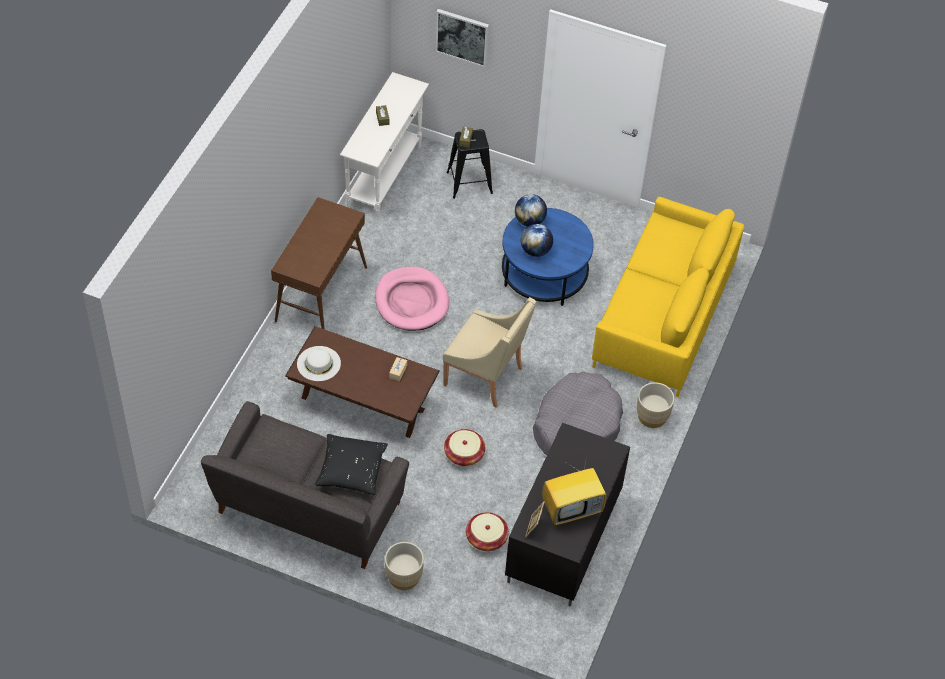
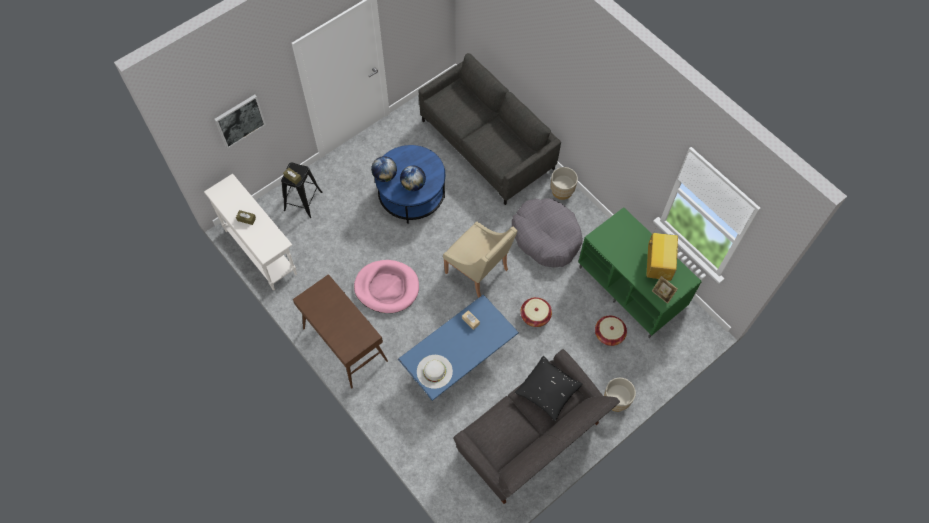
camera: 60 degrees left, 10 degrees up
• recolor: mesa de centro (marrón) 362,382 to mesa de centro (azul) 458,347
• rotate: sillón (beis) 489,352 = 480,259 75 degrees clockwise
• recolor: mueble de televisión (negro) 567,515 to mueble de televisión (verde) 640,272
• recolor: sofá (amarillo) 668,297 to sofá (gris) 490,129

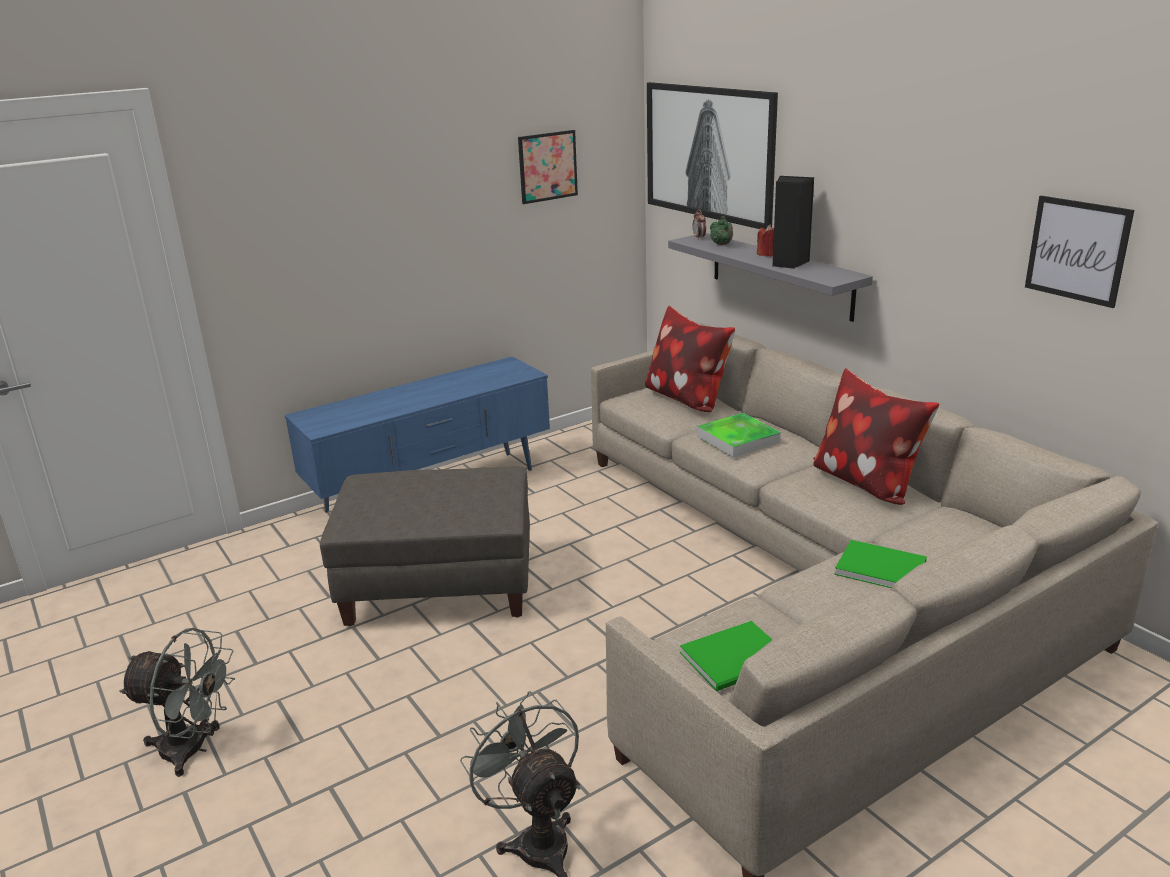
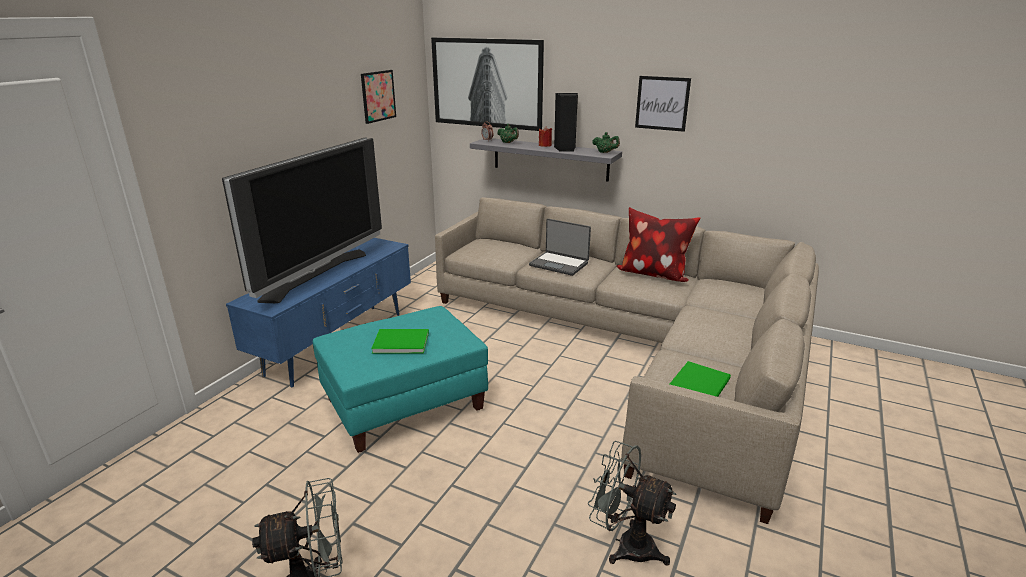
camera: 30 degrees left, 0 degrees up
• recolor: puf (gris) 425,546 to puf (turquesa) 400,379
• delete: cojín 690,359
• replace: bandeja 739,435 to portátil 560,247
• move: libro (verde) 880,564 to 400,341
• move: cuadro 1079,252 to 663,104
• insert: televisor 302,220
• insert: tetera (verde) 606,142

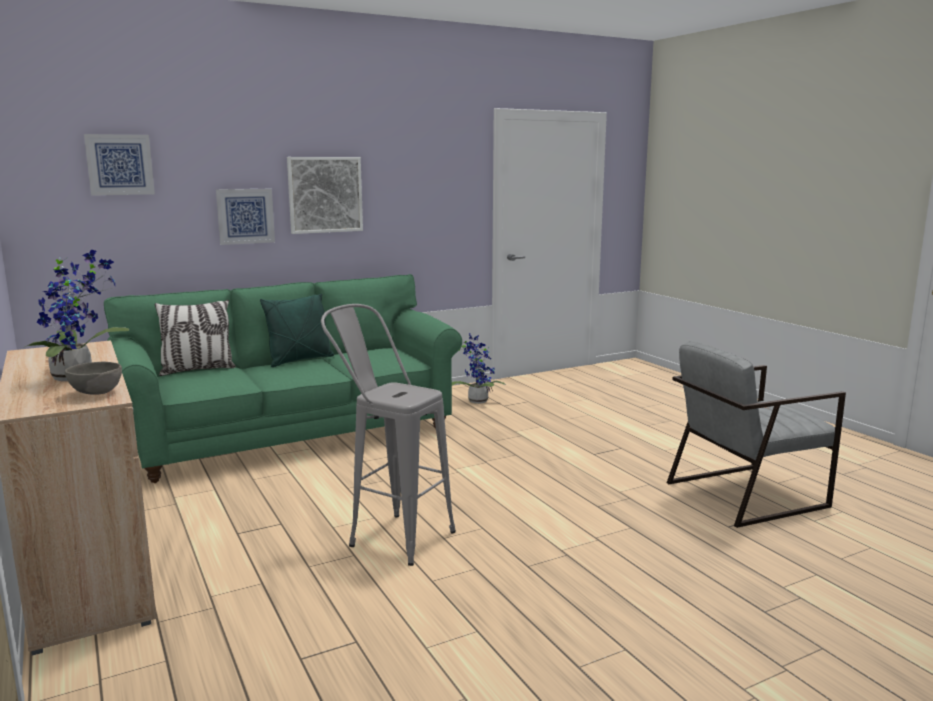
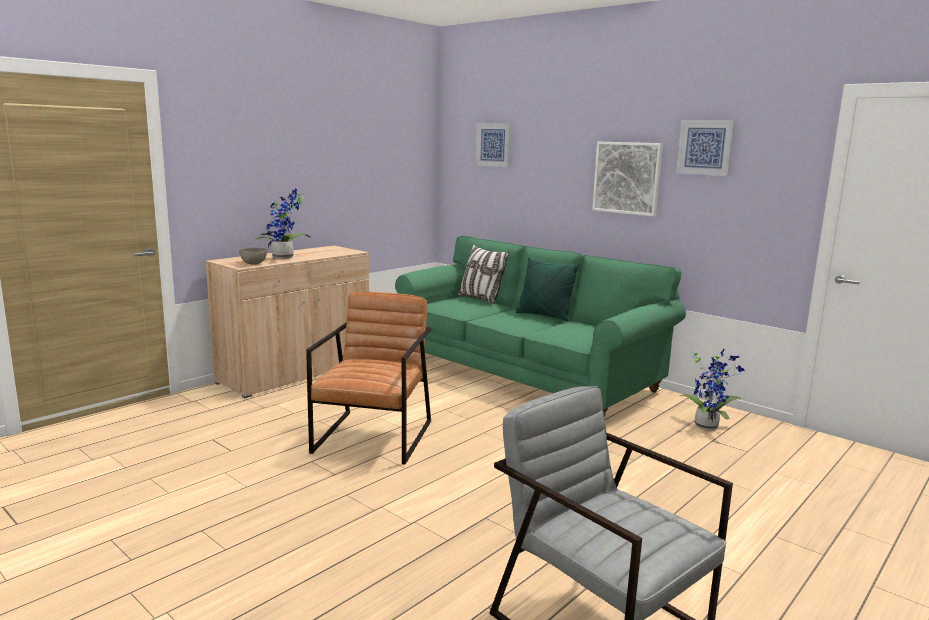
camera: 70 degrees right, 0 degrees up
• move: cuadro 245,217 to 705,148
• replace: taburete (gris) 388,435 to sillón (marrón) 369,378

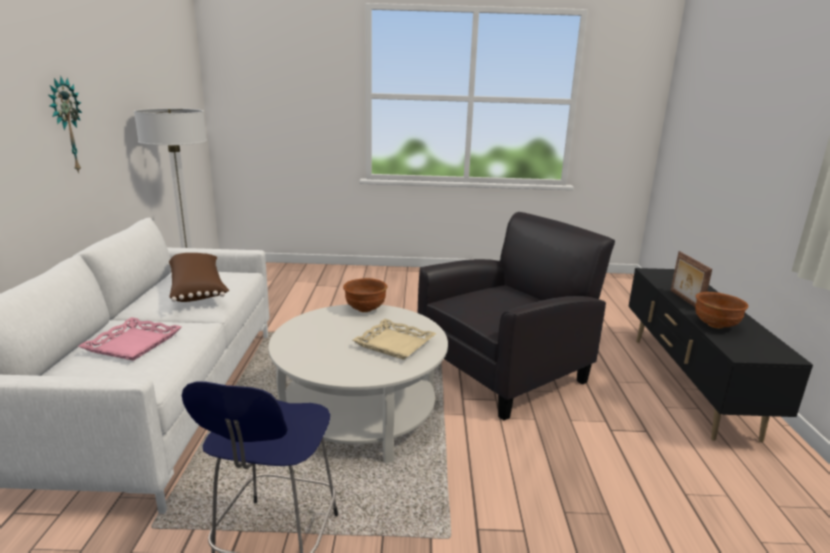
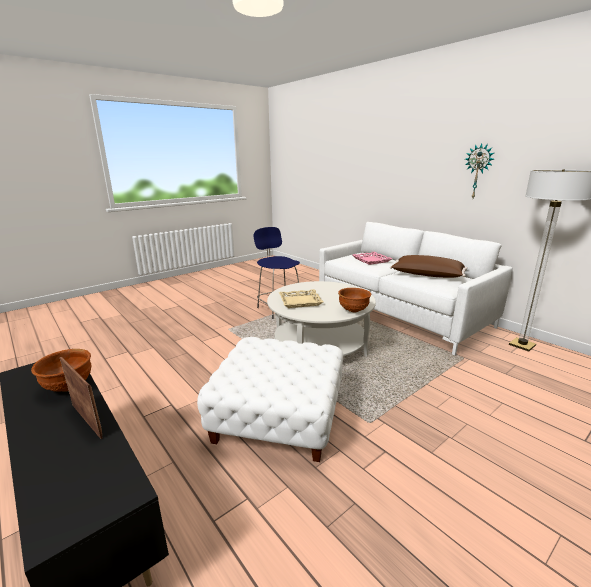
camera: 140 degrees right, 0 degrees up
• replace: sillón (negro) 516,316 to puf (blanco) 270,399

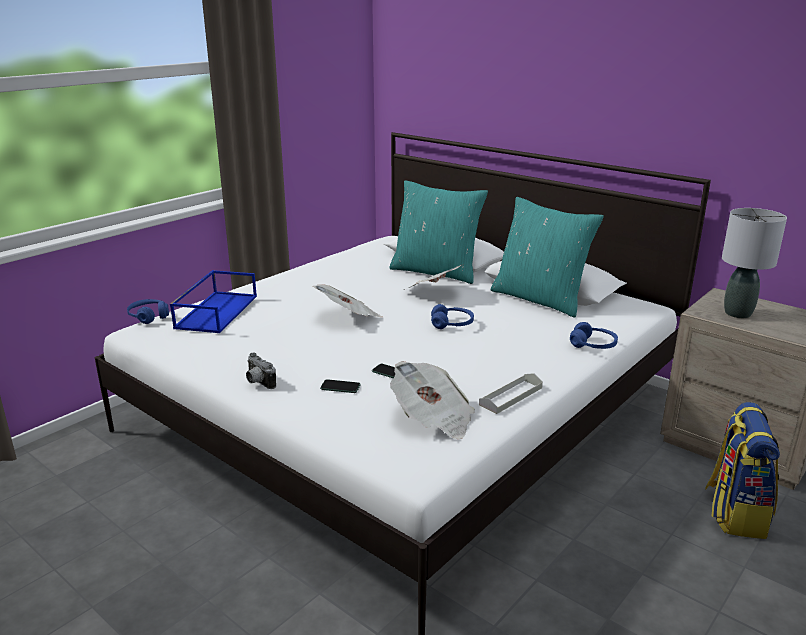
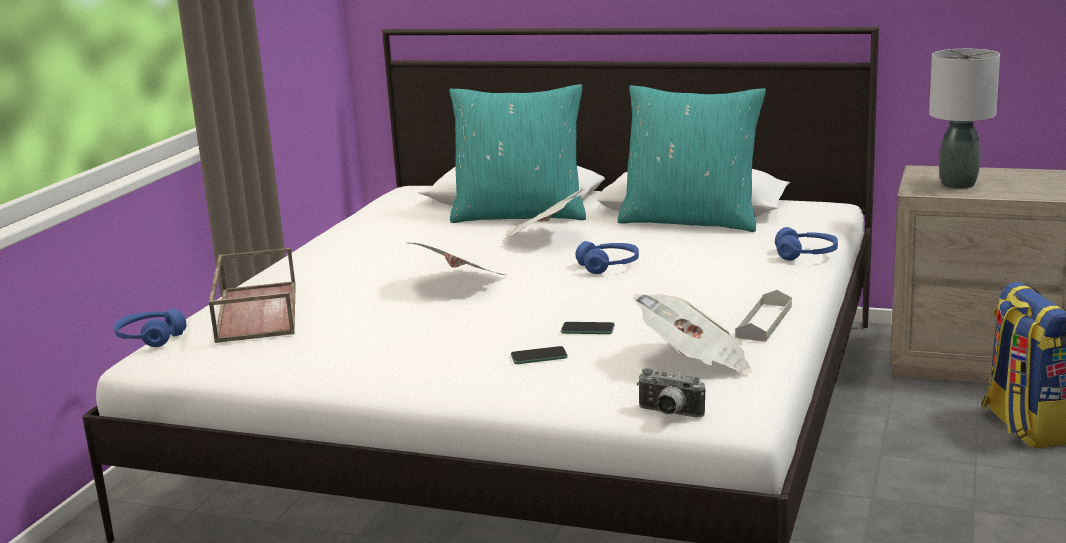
camera: 20 degrees left, 5 degrees down
• recolor: bandeja (azul) 213,301 to bandeja (marrón) 252,295
• move: cámara 261,371 to 671,393

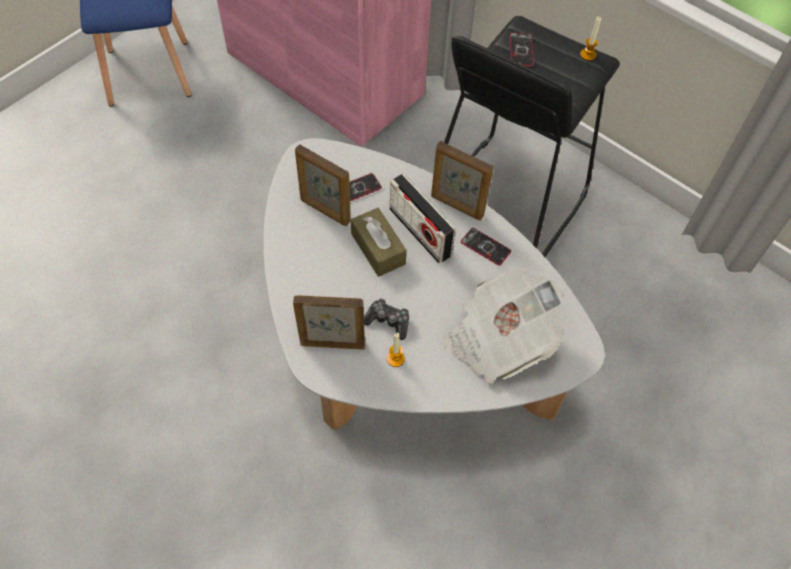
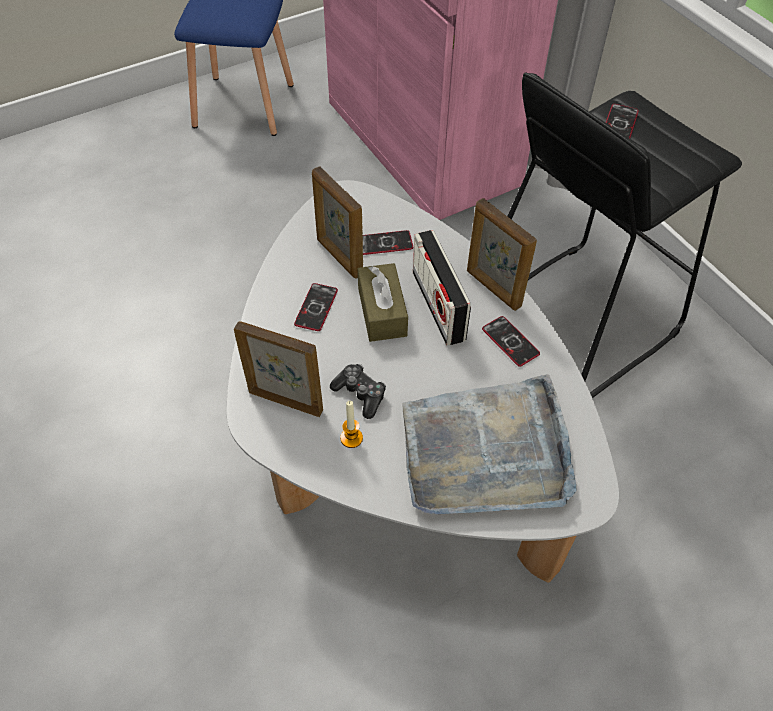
camera: 20 degrees right, 5 degrees down
• replace: periódico 504,326 to bandeja (gris) 489,444
• delete: vela 590,38
• insert: móvil 316,307

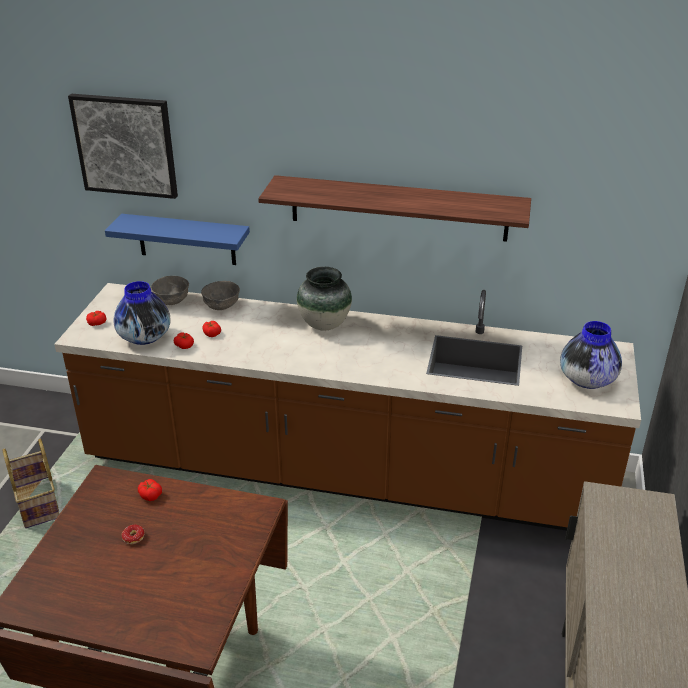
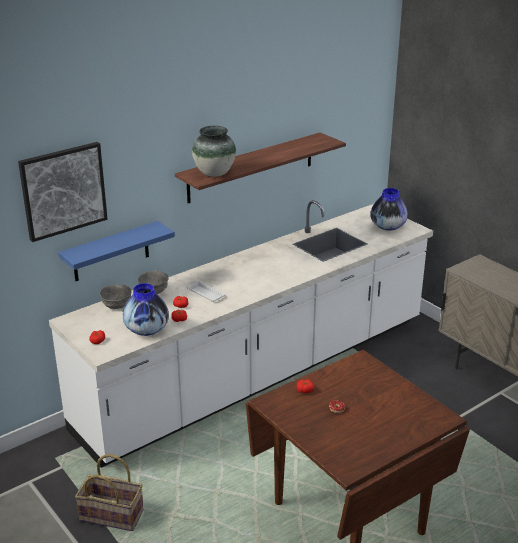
camera: 50 degrees left, 5 degrees down
• recolor: mueble bajo de cocina (marrón) 347,407 to mueble bajo de cocina (blanco) 241,334
• move: florero 324,299 to 214,151
• insert: bandeja (blanco) 206,291

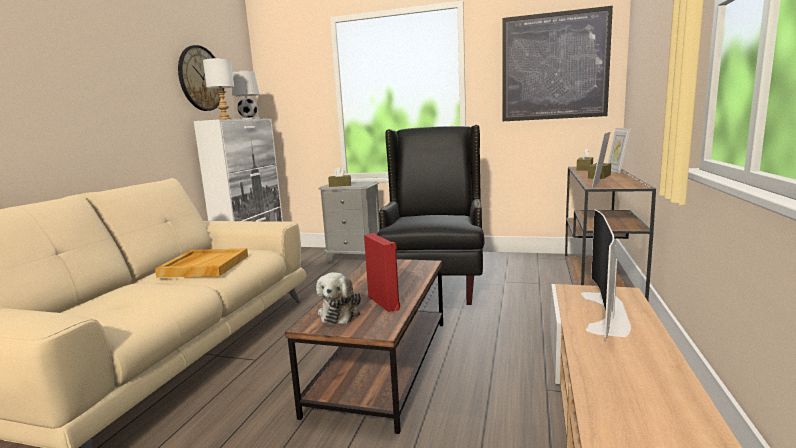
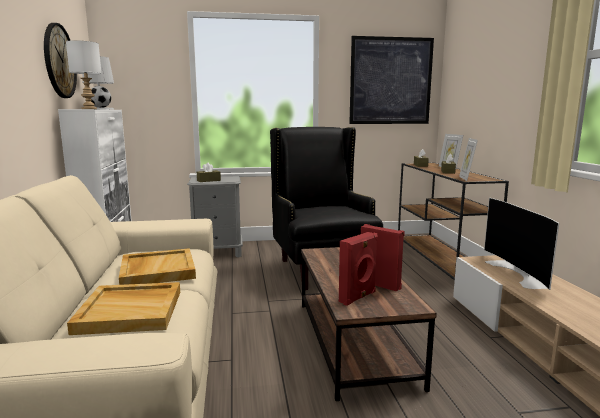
camera: 25 degrees left, 0 degrees up
• replace: peluche 338,298 to altavoz (rojo) 358,269
• insert: bandeja (beis) 123,308

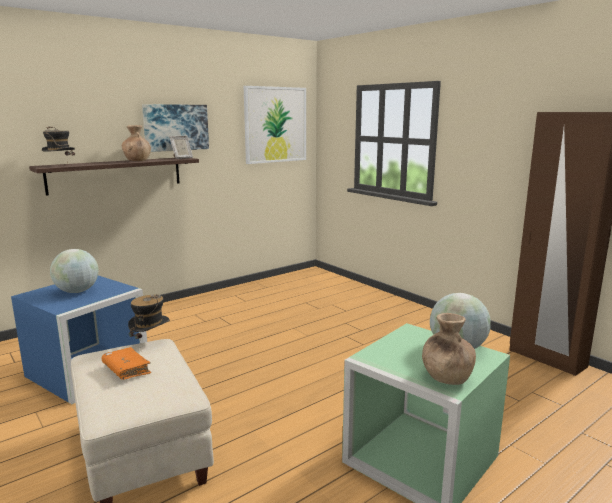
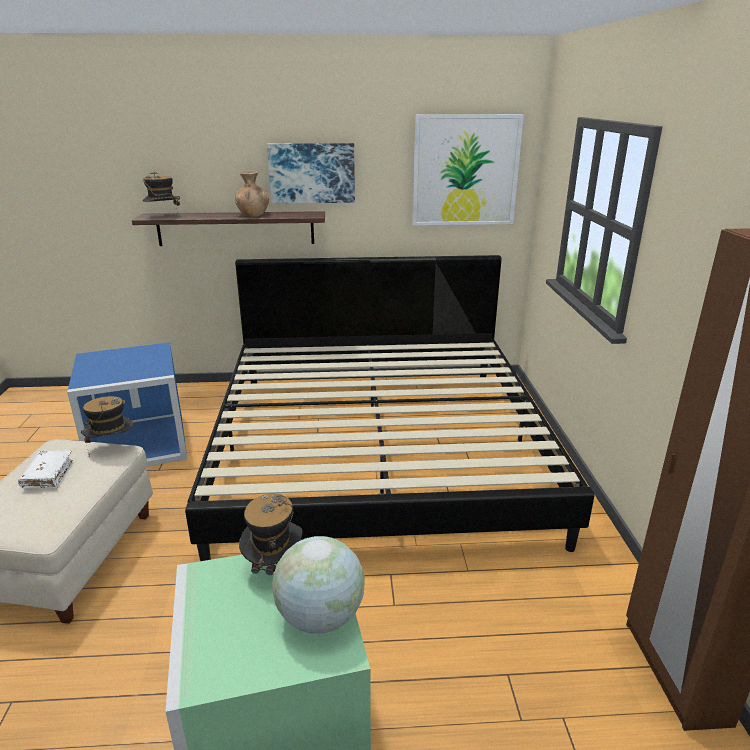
camera: 35 degrees right, 10 degrees up
• delete: globo terráqueo 74,271
• recolor: libro (naranja) 126,363 to libro (blanco) 45,470
• delete: portarretratos 181,147
• delete: florero (marrón) 449,349
• insert: cama 389,408
• insert: sombrero 270,534

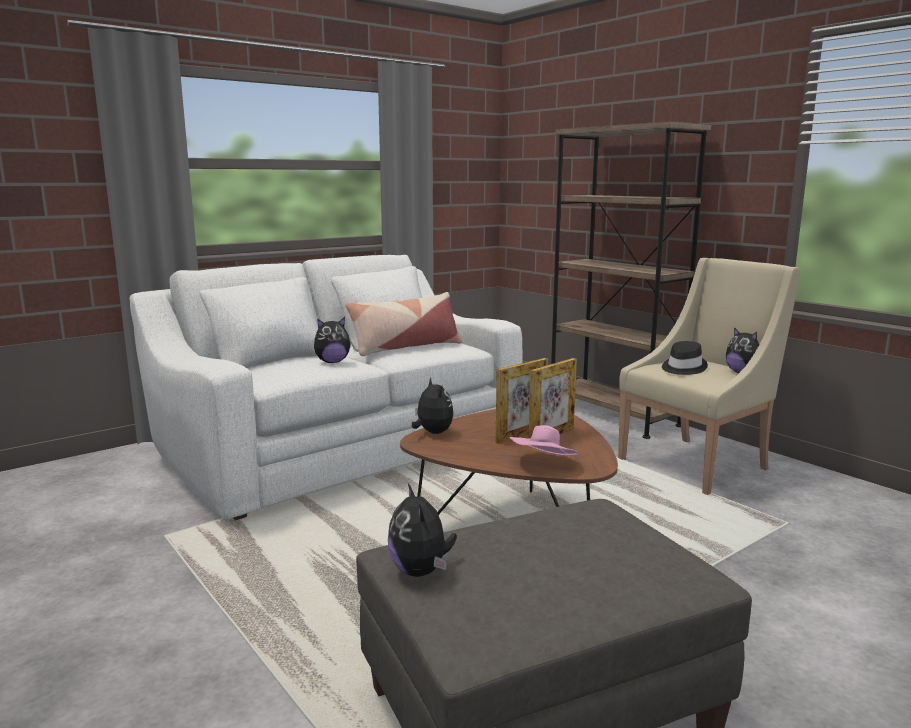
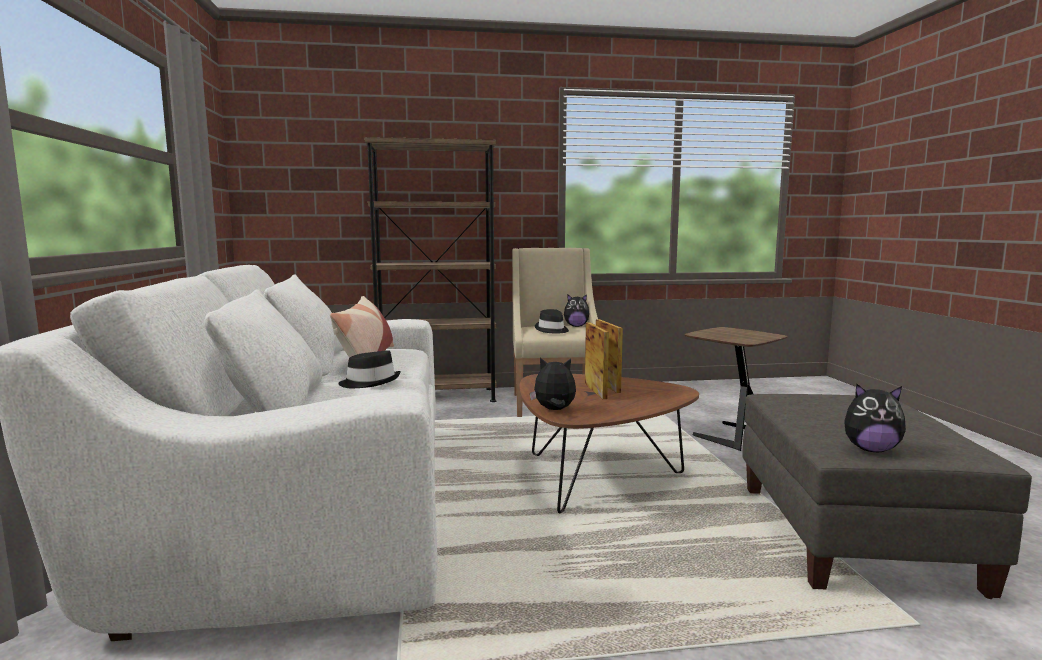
camera: 60 degrees left, 5 degrees down
• replace: peluche 332,340 to sombrero (negro) 369,369
• delete: sombrero (rosa) 544,440
• insert: mesa auxiliar (marrón) 736,389

